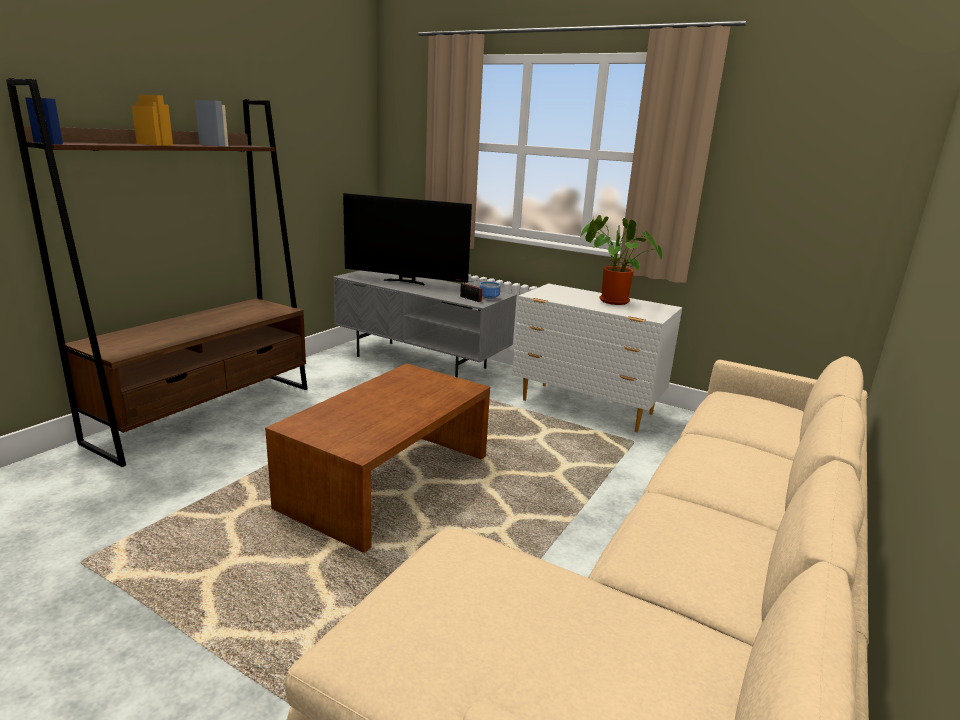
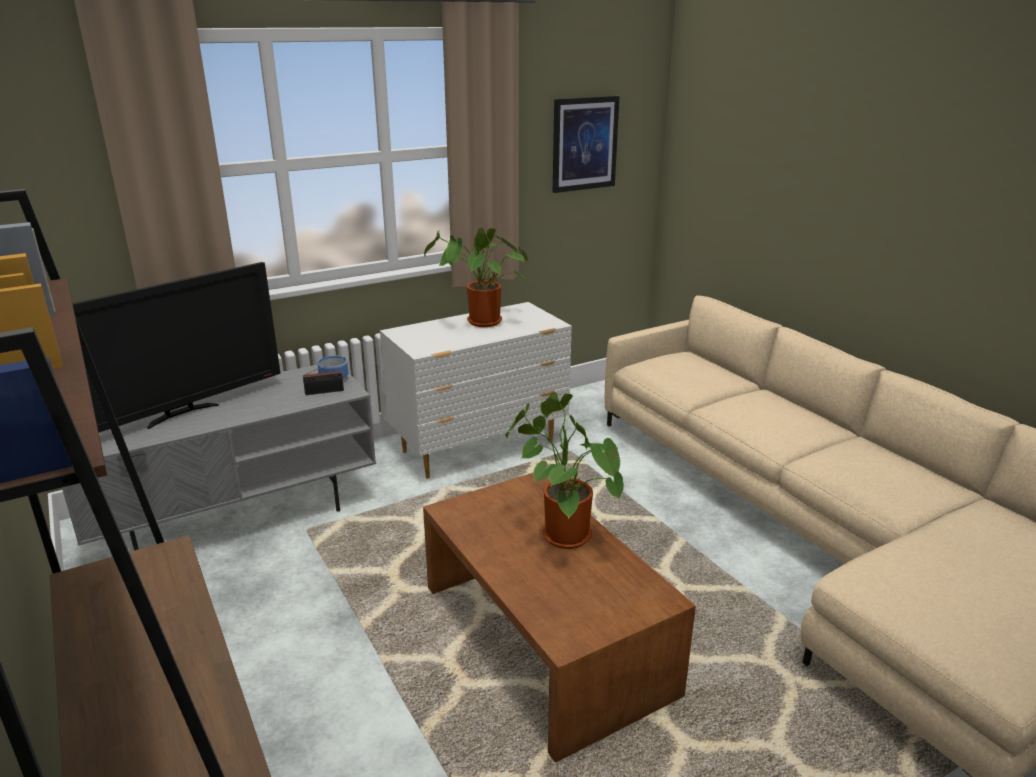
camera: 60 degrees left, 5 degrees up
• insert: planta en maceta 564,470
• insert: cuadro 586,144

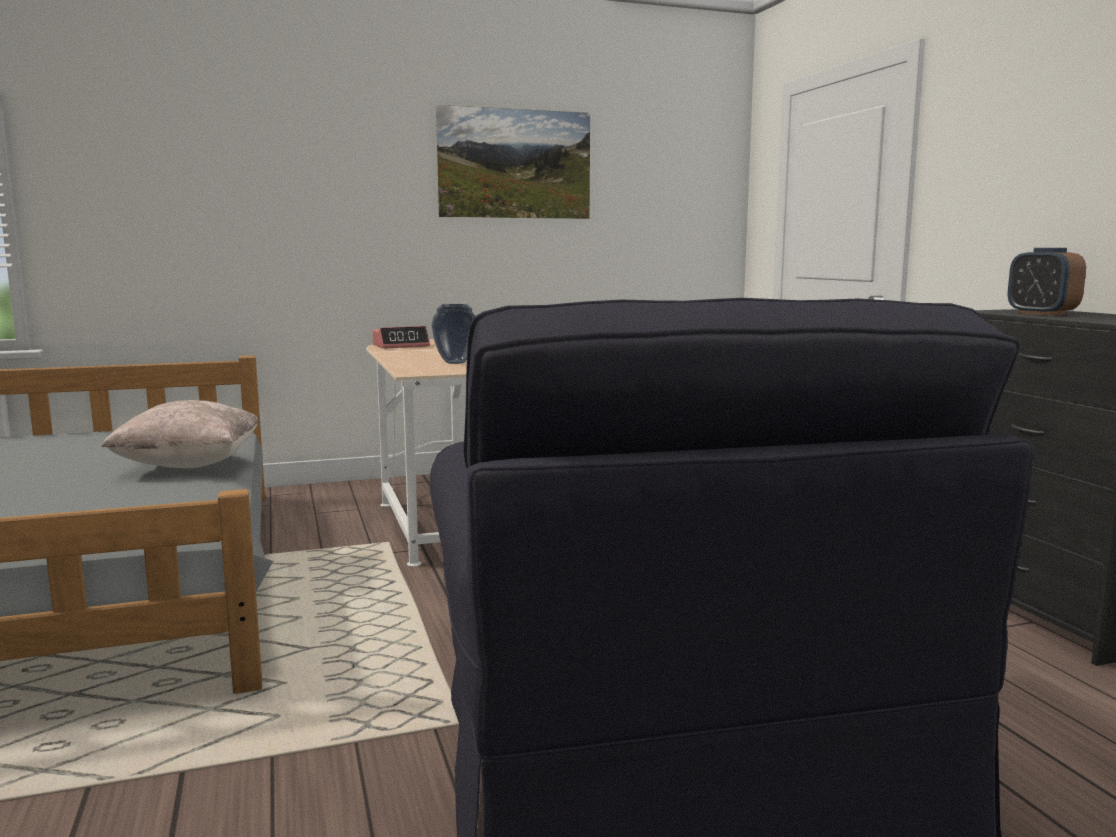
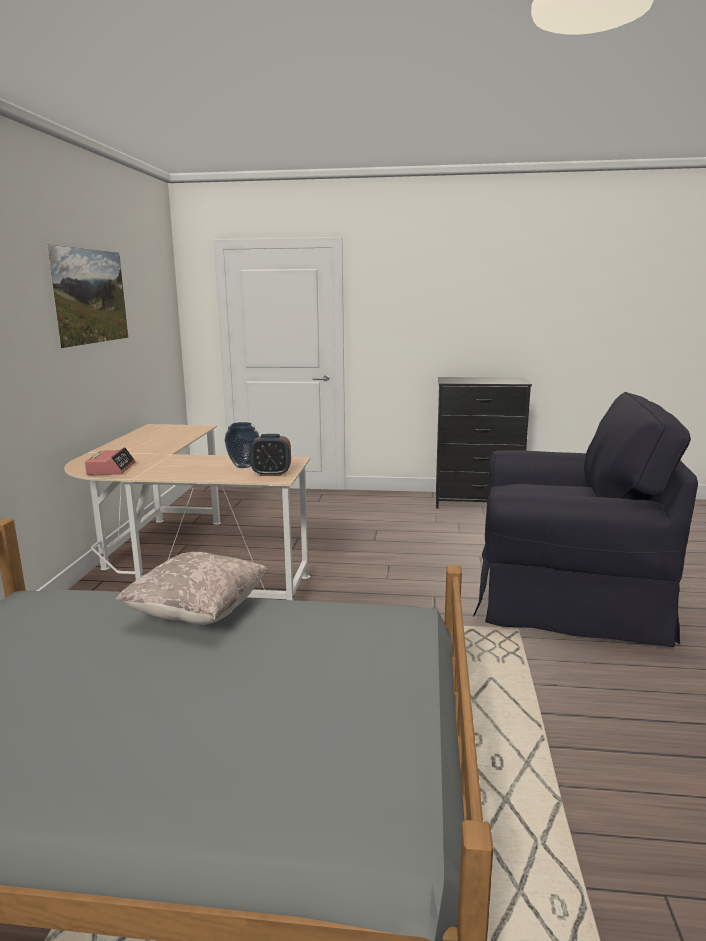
camera: 65 degrees left, 5 degrees up
• move: despertador 1047,282 to 270,455

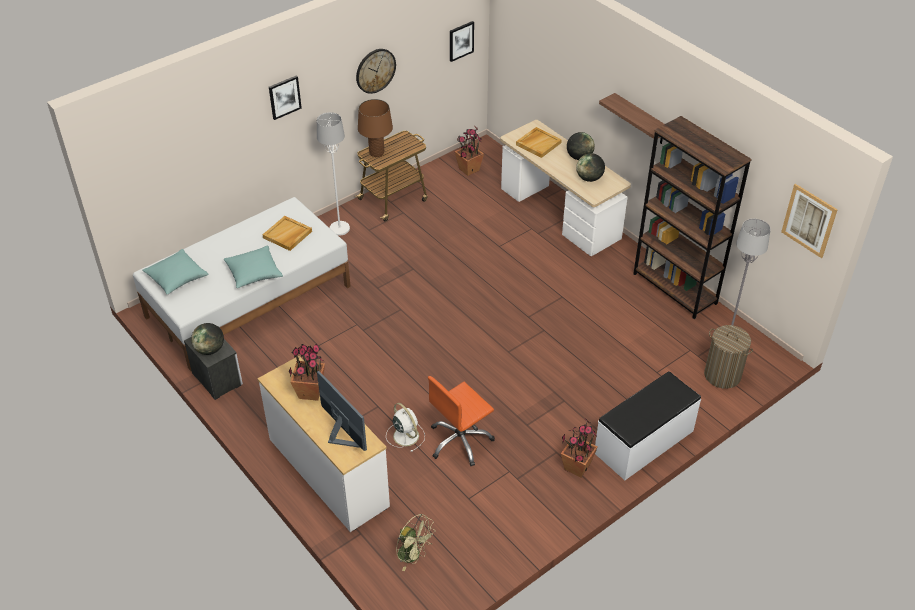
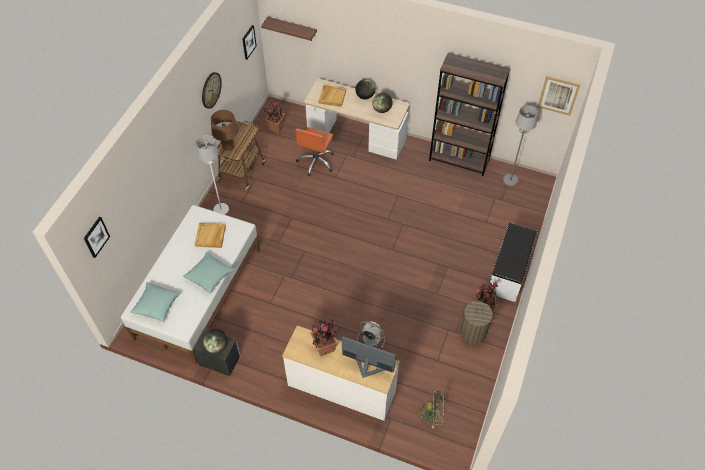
camera: 30 degrees left, 10 degrees up
• move: cuadro 285,97 to 97,237
• move: silla de oficina (naranja) 461,421 to 314,152
• move: estante 631,118 to 289,29
• move: cesto de la ropa 728,357 to 478,322

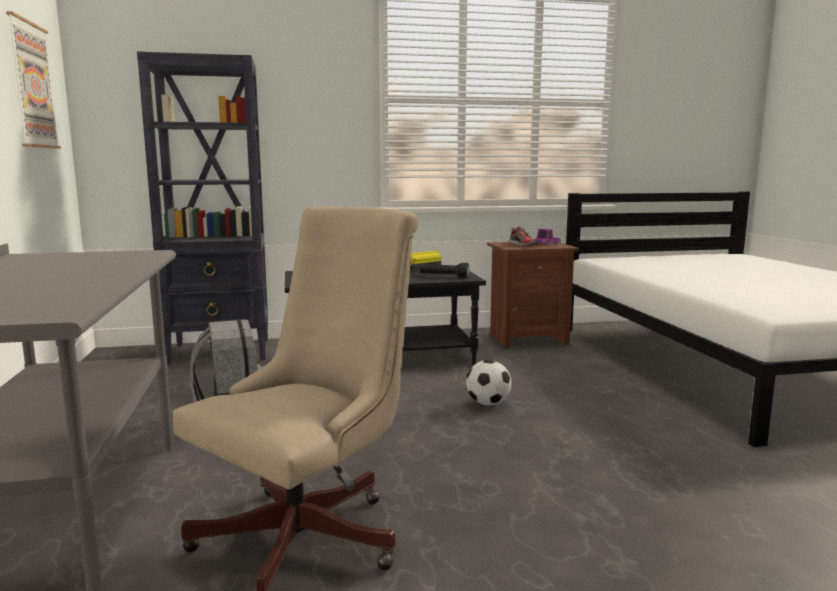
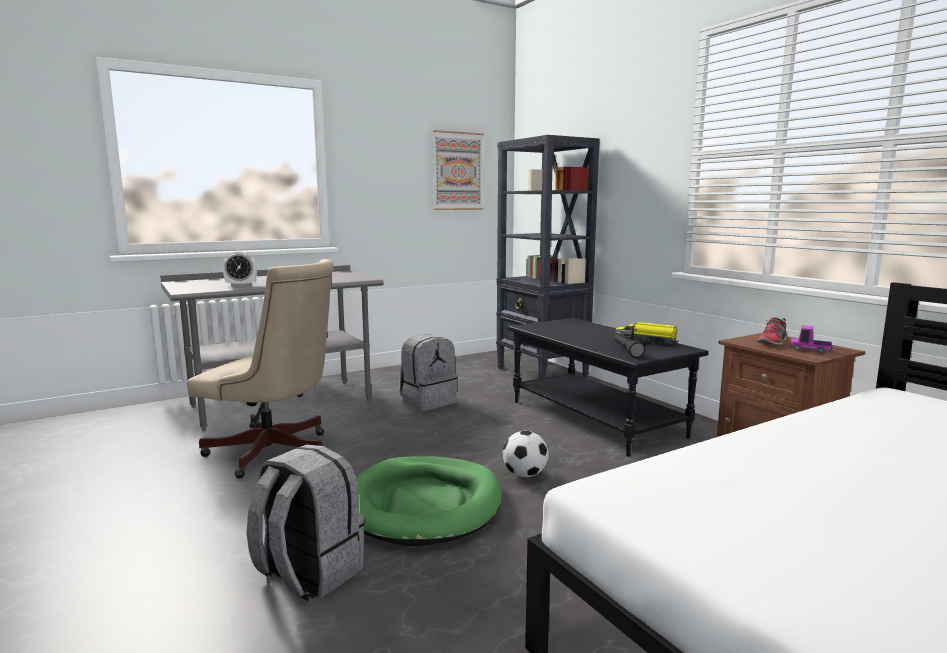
camera: 70 degrees right, 0 degrees up
• insert: despertador 240,269
• insert: mochila (gris) 306,522
• insert: cama para perro (verde) 429,501

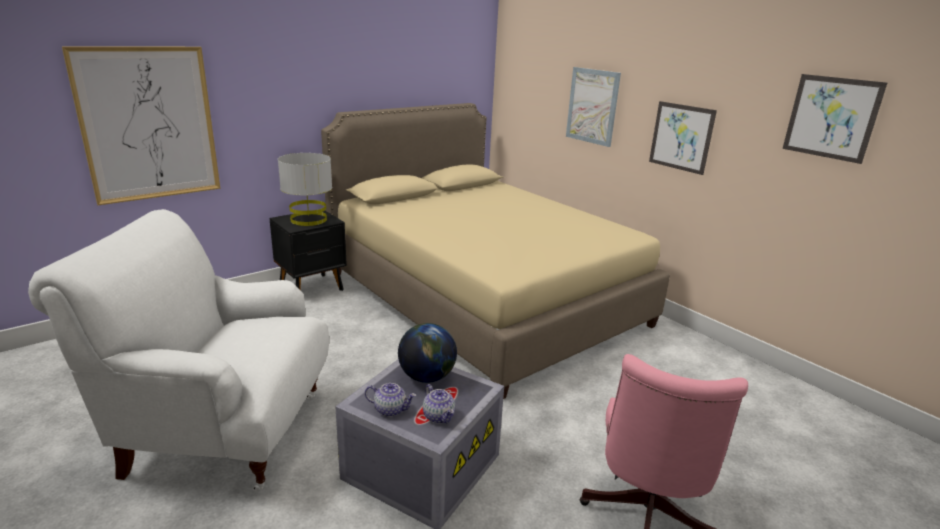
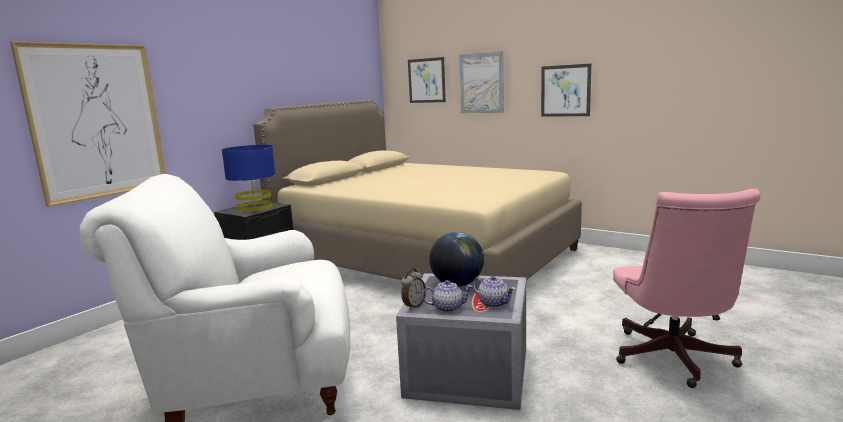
camera: 15 degrees left, 10 degrees down
• recolor: lámpara de mesa (gris) 305,189 to lámpara de mesa (azul) 249,178
• move: cuadro 834,119 to 427,80
• insert: despertador 413,289

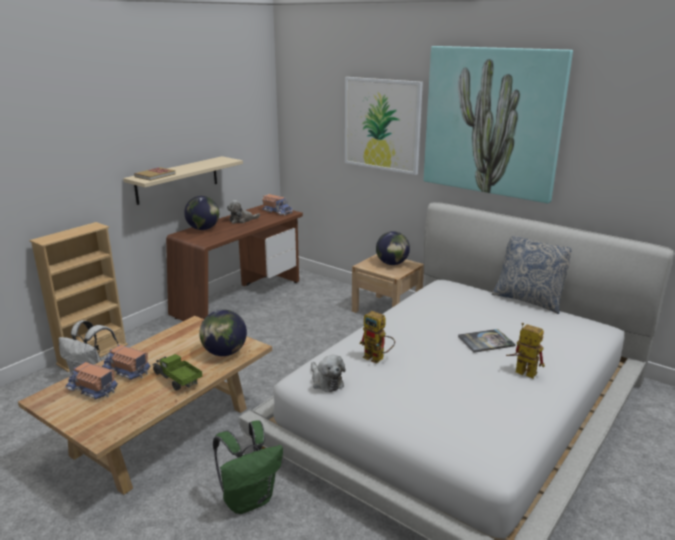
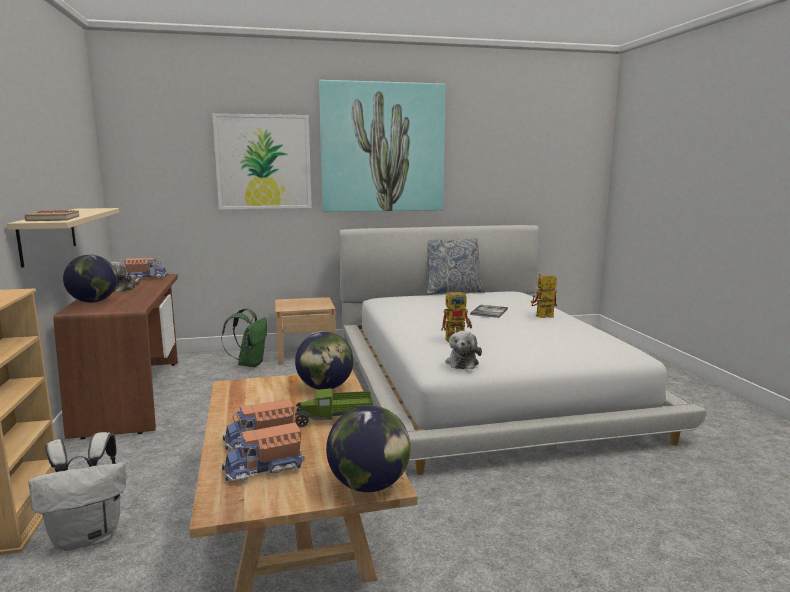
camera: 50 degrees left, 10 degrees down
• move: mochila (verde) 248,467 to 244,338
• rotate: peluche 328,373 = 464,350 90 degrees clockwise
• move: globo terráqueo 393,248 to 368,448

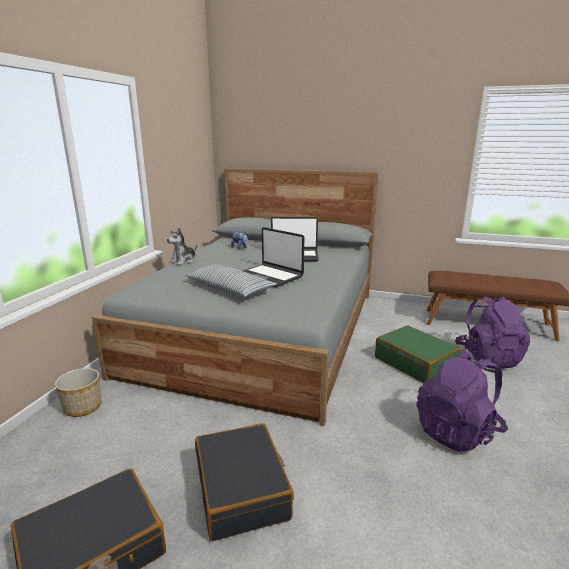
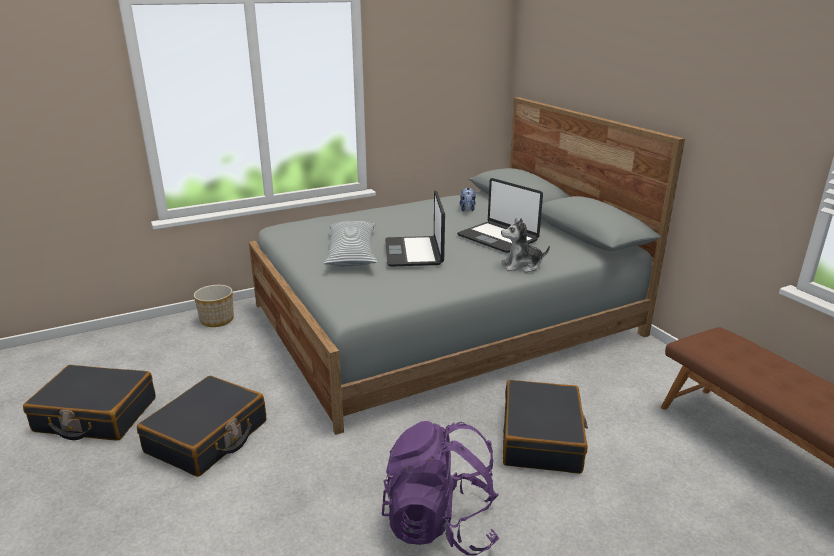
camera: 45 degrees right, 5 degrees up
• move: peluche 182,246 to 525,245
• recolor: maleta (verde) 418,354 to maleta (negro) 545,427
• delete: mochila (morado) 492,332

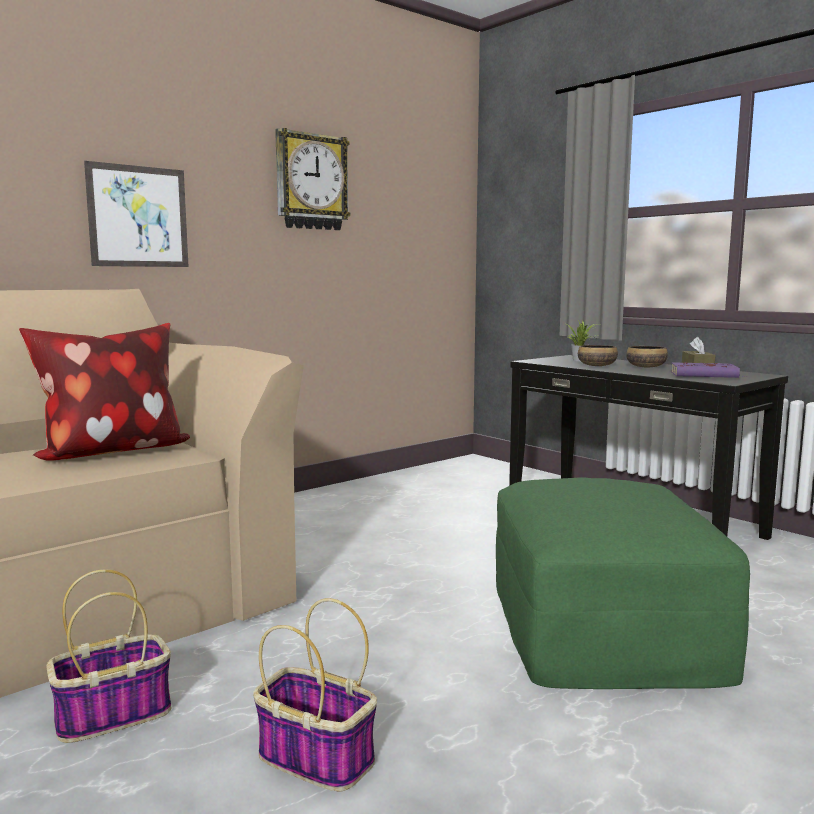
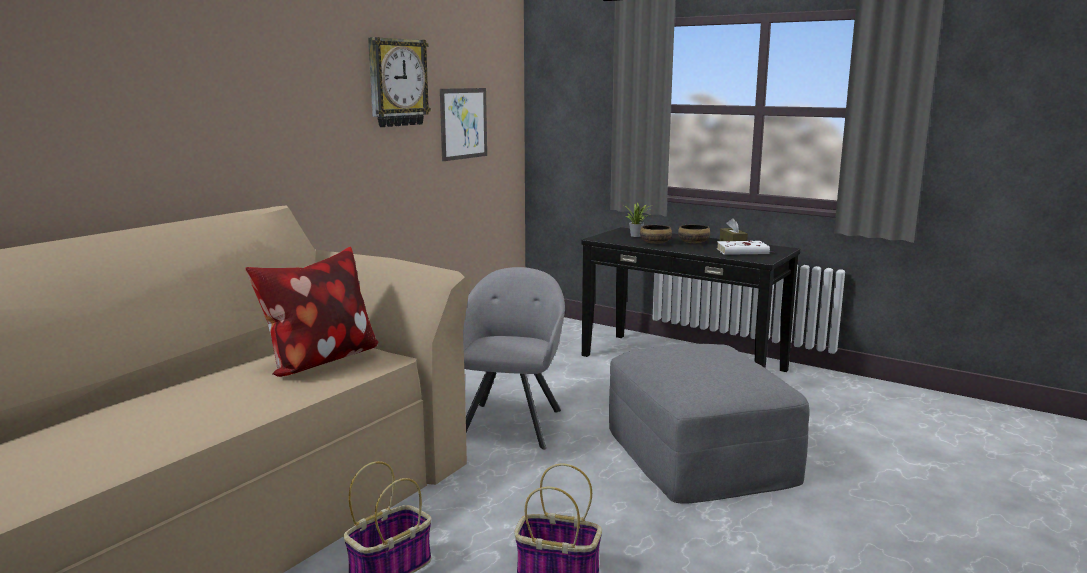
camera: 15 degrees left, 5 degrees up
• move: cuadro 136,214 to 463,124
• recolor: puf (verde) 623,583 to puf (gris) 709,424
• recolor: libro (morado) 709,370 to libro (blanco) 744,248
• insert: sillón (gris) 514,358

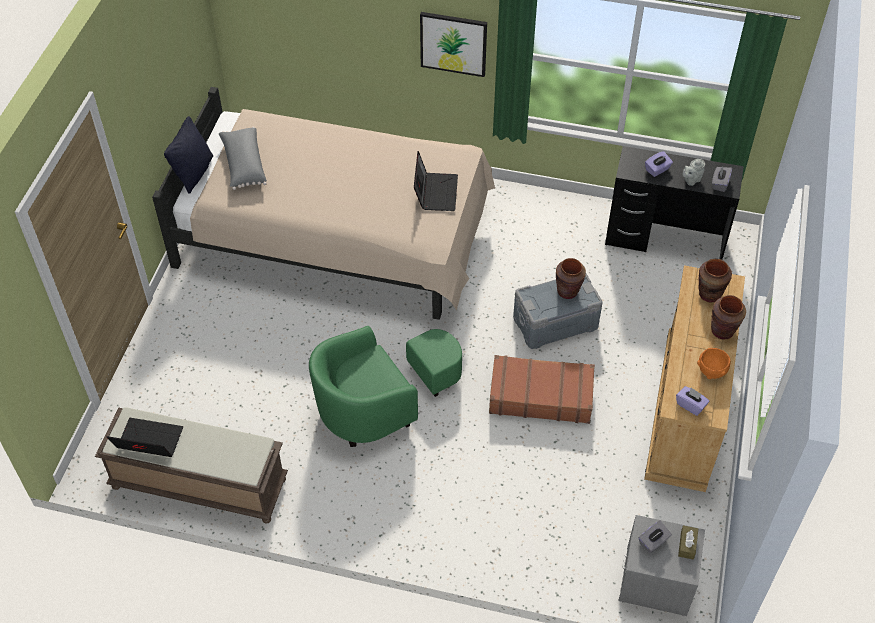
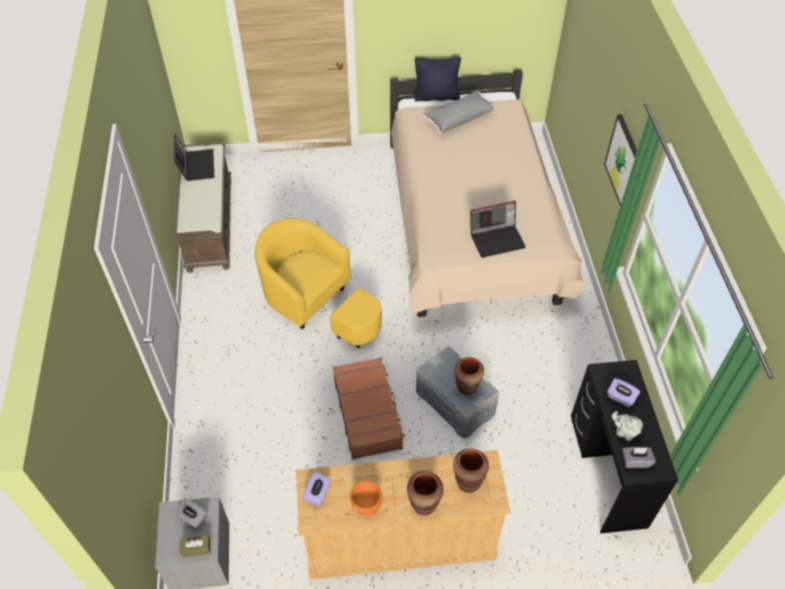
camera: 70 degrees right, 0 degrees up
• recolor: sillón (verde) 385,386 to sillón (amarillo) 318,283

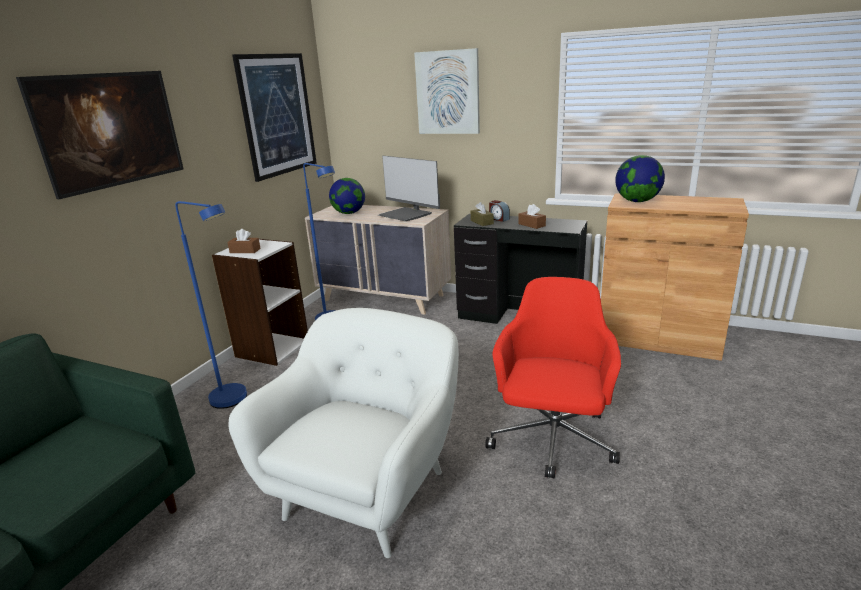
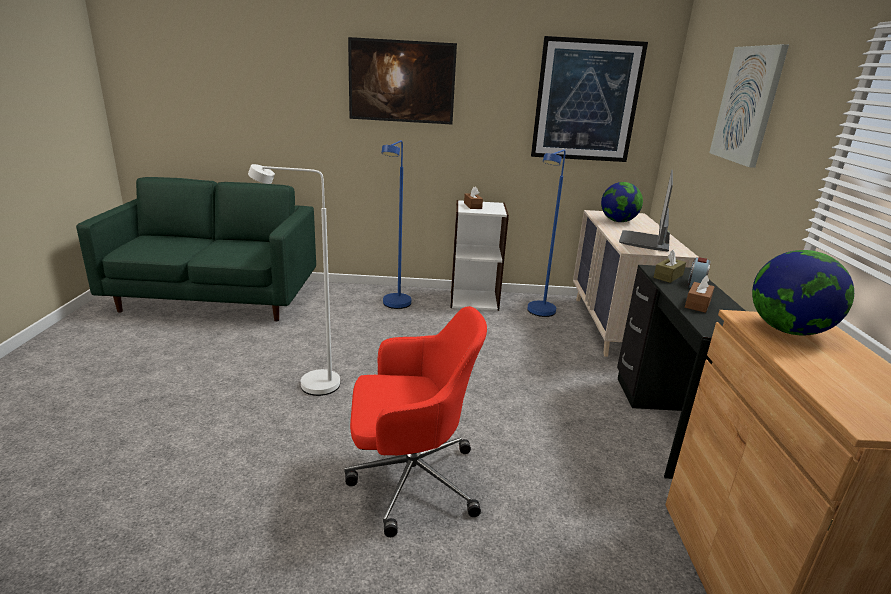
camera: 65 degrees right, 0 degrees up
• replace: sillón (blanco) 343,433 to lámpara de pie (blanco) 294,280

